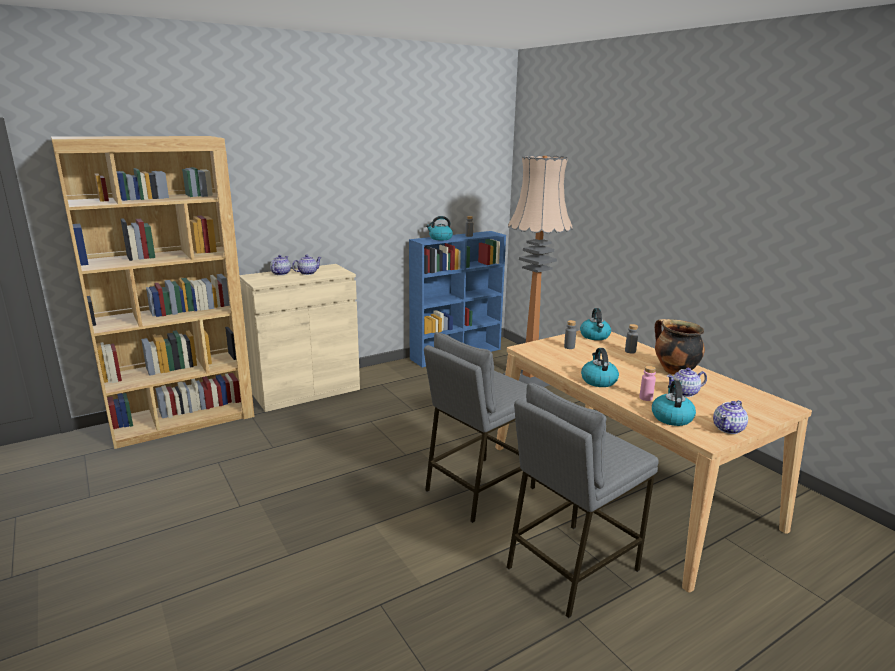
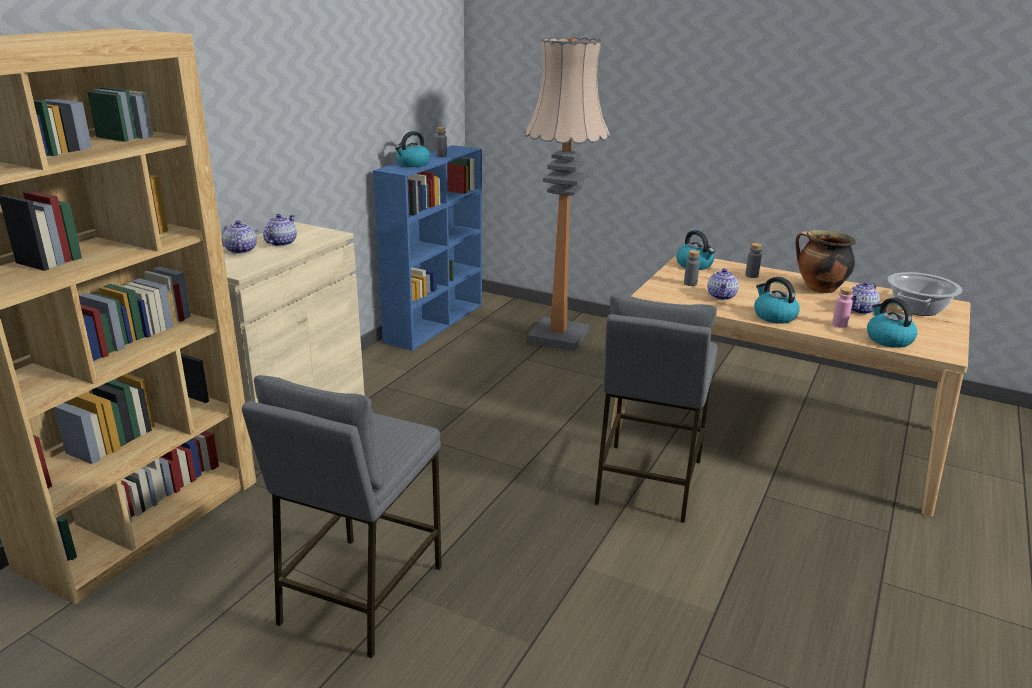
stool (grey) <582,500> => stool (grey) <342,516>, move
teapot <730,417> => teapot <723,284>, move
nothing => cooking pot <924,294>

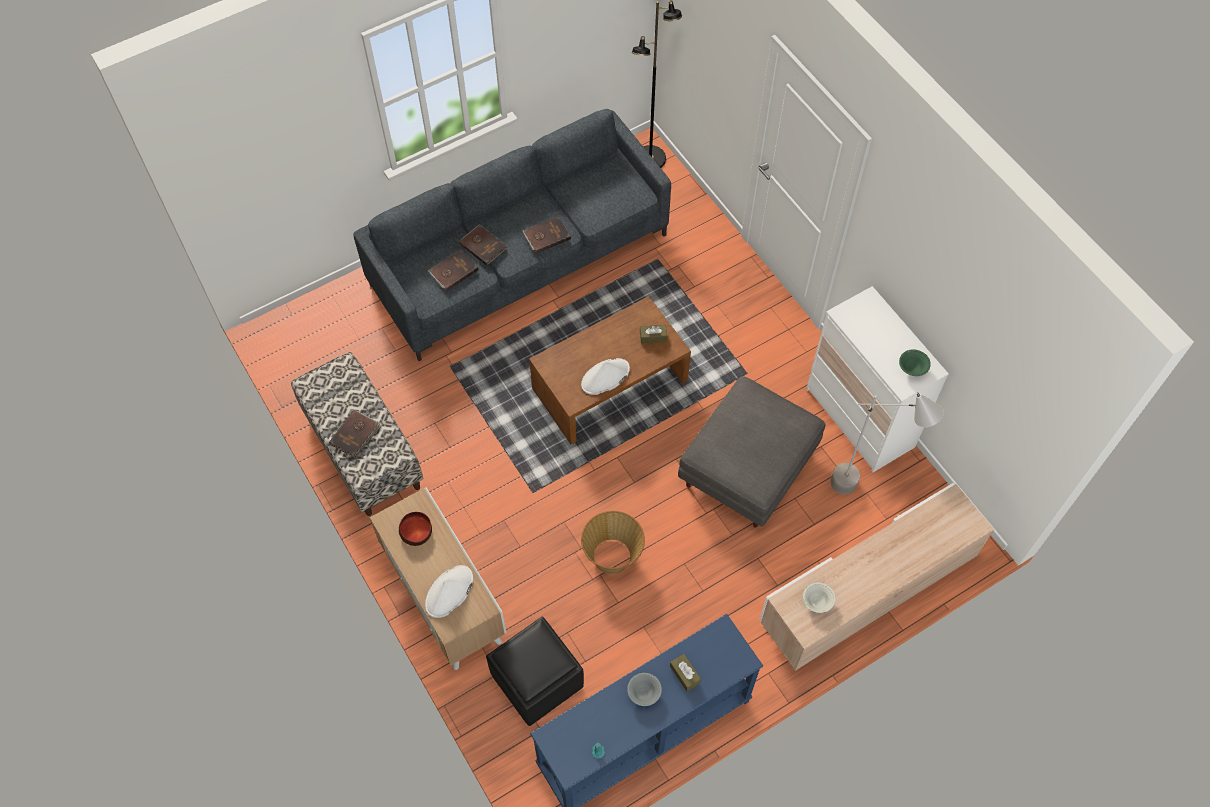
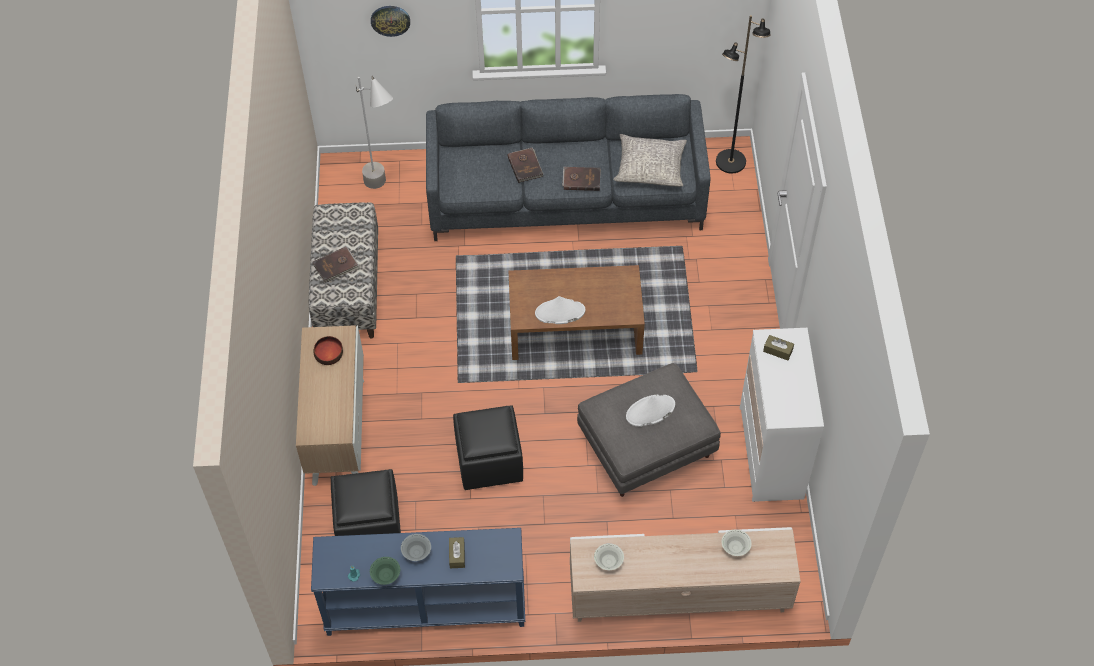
hat (white) <449,591> => hat (white) <650,411>, move
book (brown) <453,270> => nothing
basket <613,542> => ottoman (black) <488,447>
tissue box (brown) <653,334> => tissue box (brown) <778,347>, move
floor lamp (grey) <887,443> => floor lamp (grey) <374,132>, move
bowl (green) <915,363> => bowl (green) <385,571>, move
nothing => wall clock <390,21>
nothing => pillow (grey) <650,160>
nothing => bowl (white) <737,542>

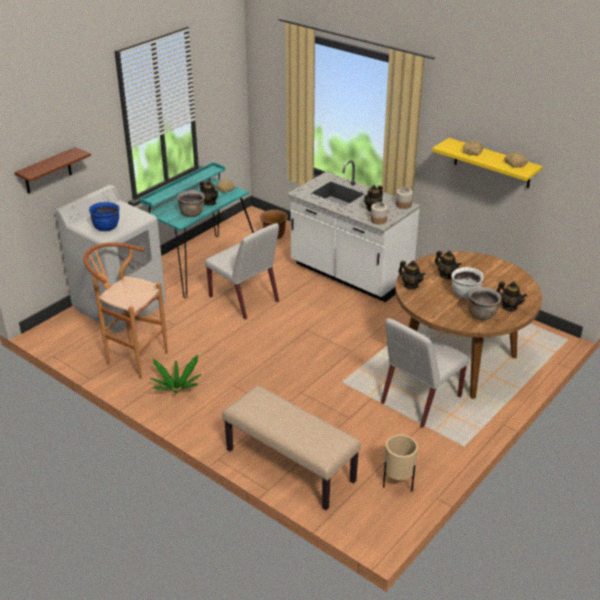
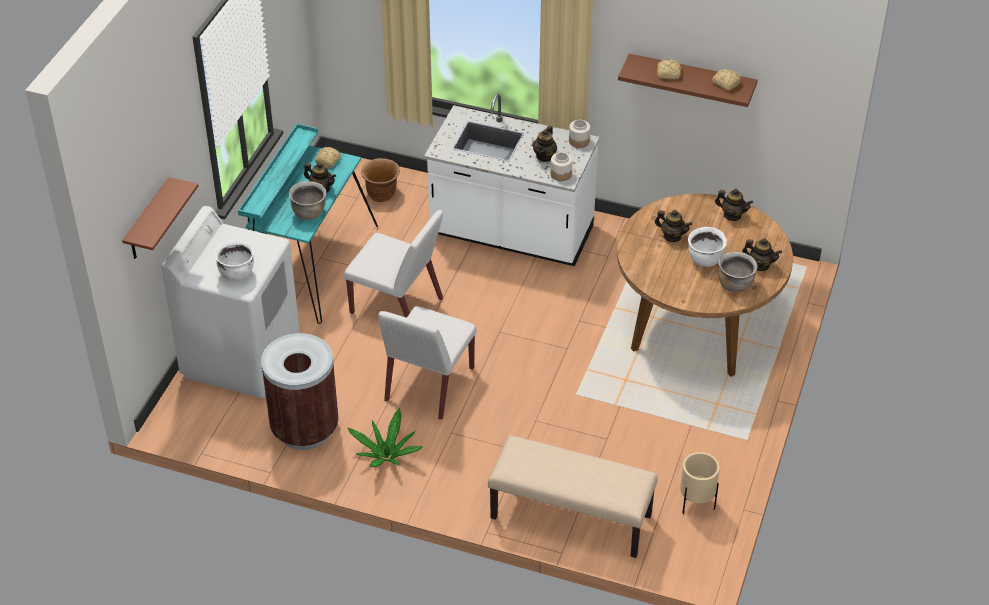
stool (brown) <126,310> => trash can (brown) <300,391>
cooking pot (blue) <104,216> => cooking pot (white) <234,260>
chair (white) <425,373> => chair (white) <427,363>, move
teapot <411,275> => teapot <734,205>, move
shelf (yellow) <487,163> => shelf (brown) <687,80>

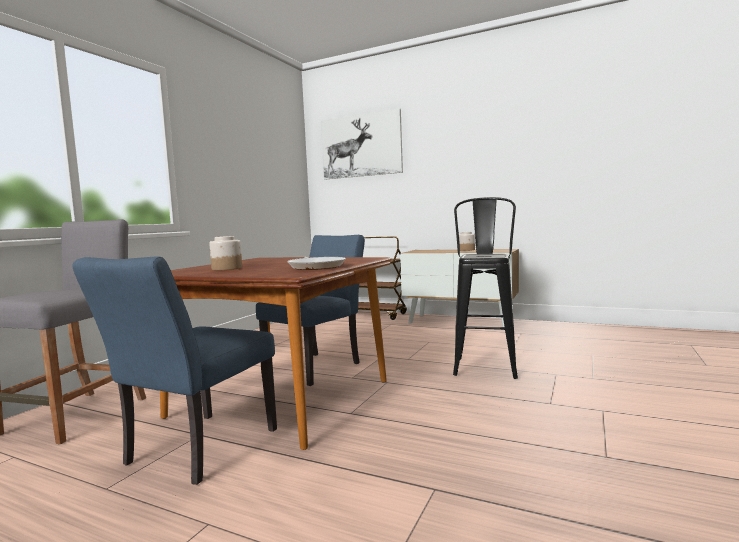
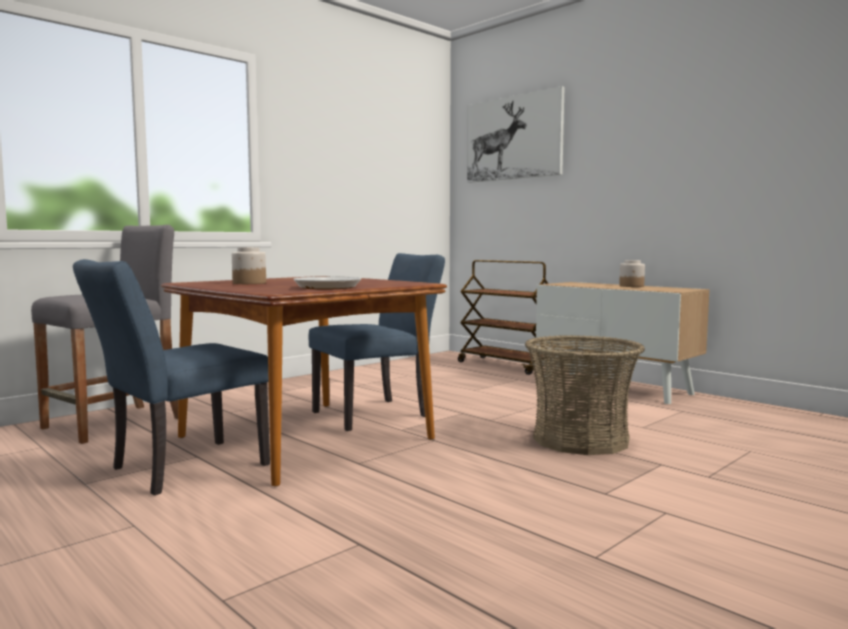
stool (black) <485,288> => basket <585,395>

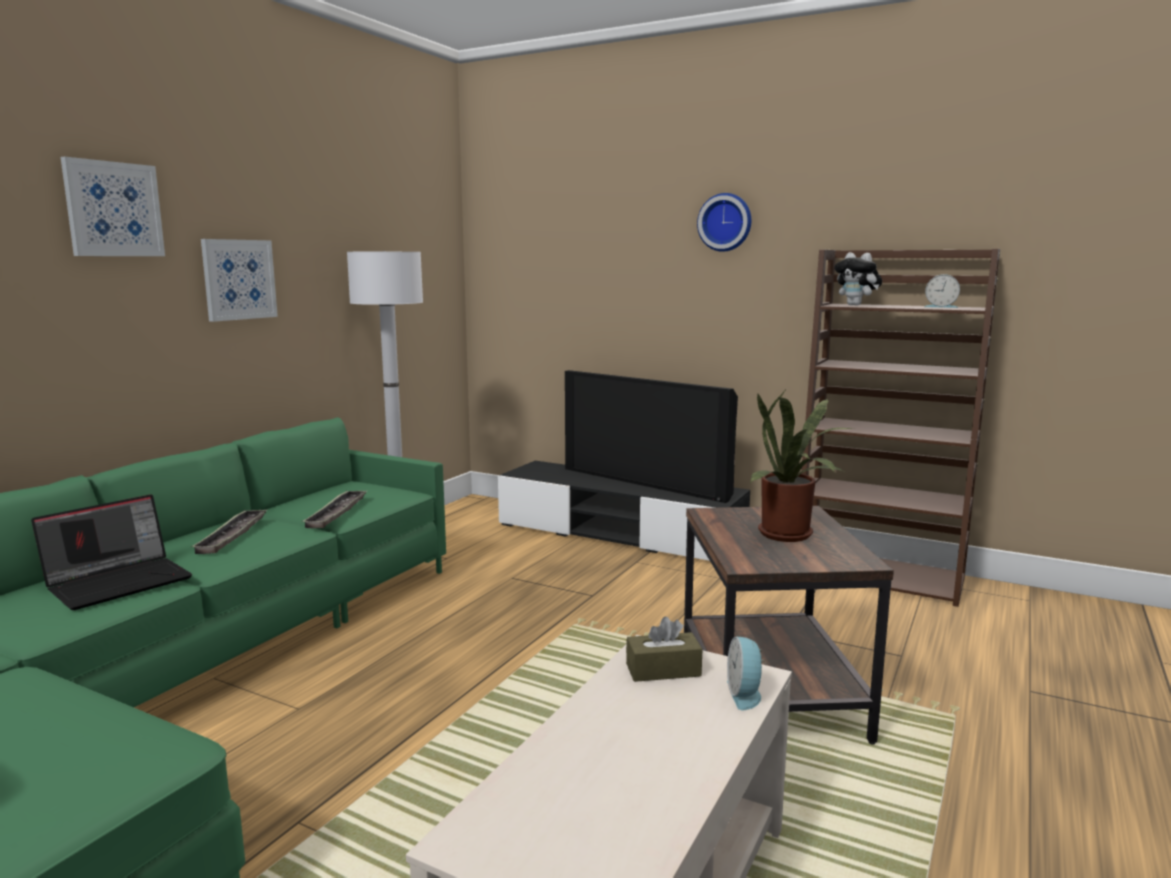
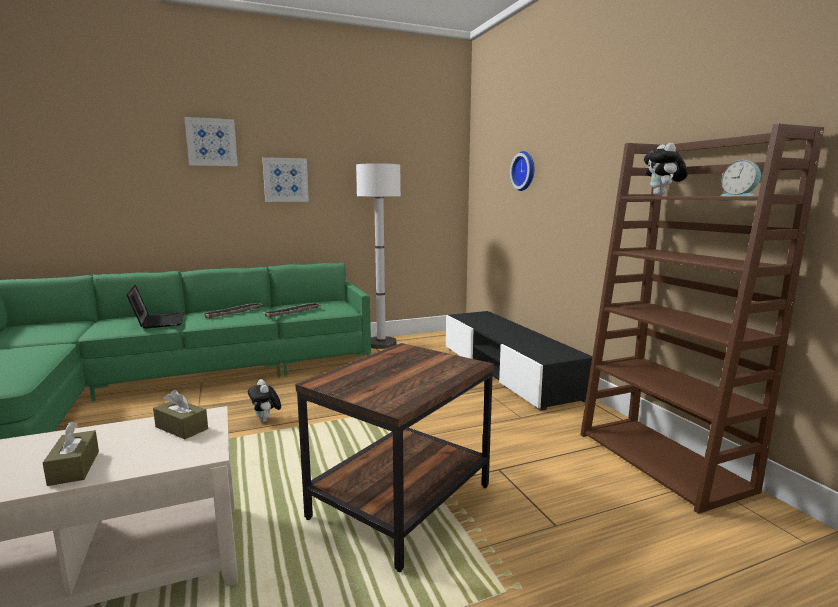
laptop <111,552> => laptop <155,307>, 105 degrees counterclockwise
television <651,436> => nothing
wall clock <724,222> => wall clock <522,171>, move
alarm clock <747,674> => nothing
potted plant <802,466> => nothing
nothing => tissue box (brown) <71,454>
nothing => plush toy <264,401>

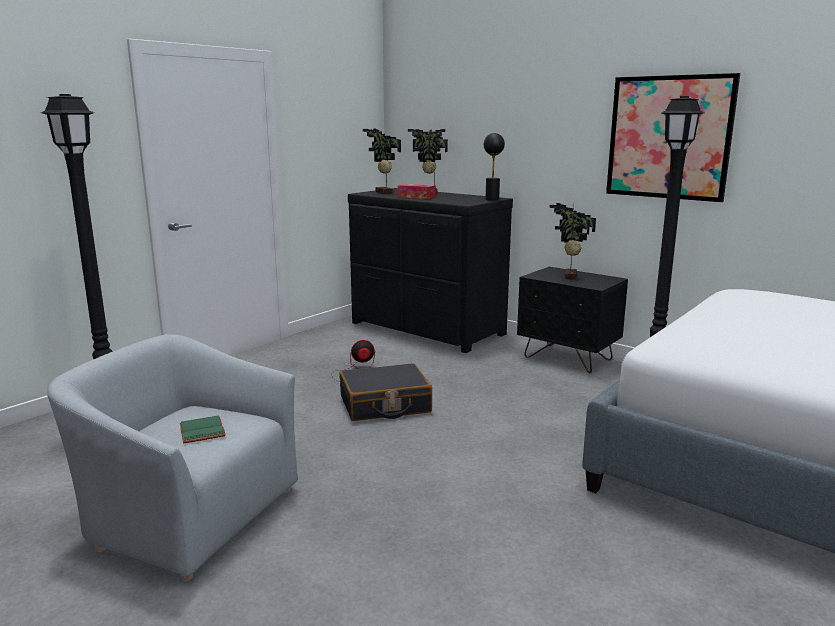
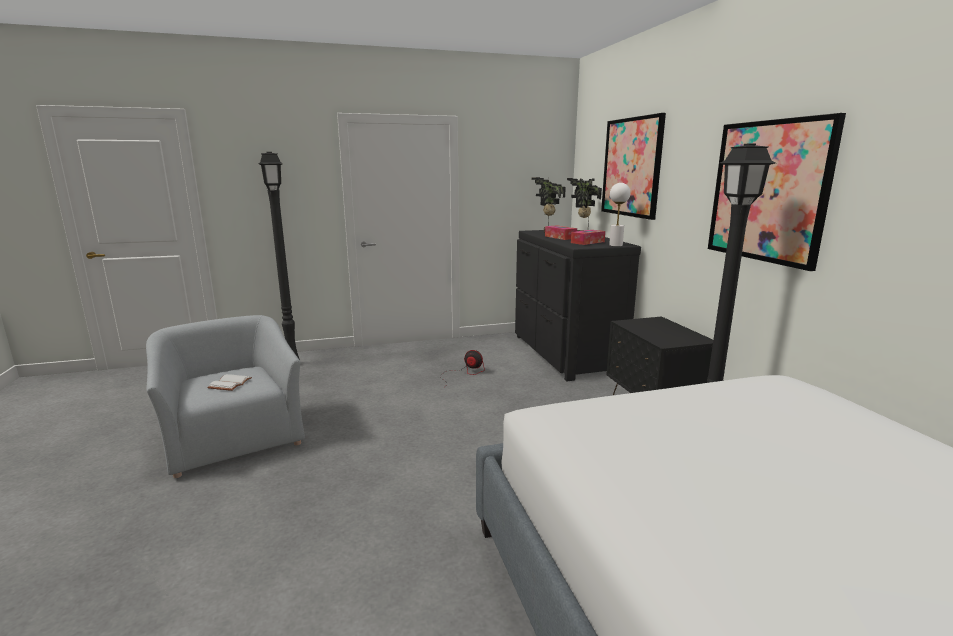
book (green) <203,429> => book (white) <229,382>
suitcase (black) <385,392> => nothing
table lamp (black) <494,167> => table lamp (white) <620,215>
potted plant <572,241> => nothing
nothing => tissue box <588,237>
nothing => picture <633,166>

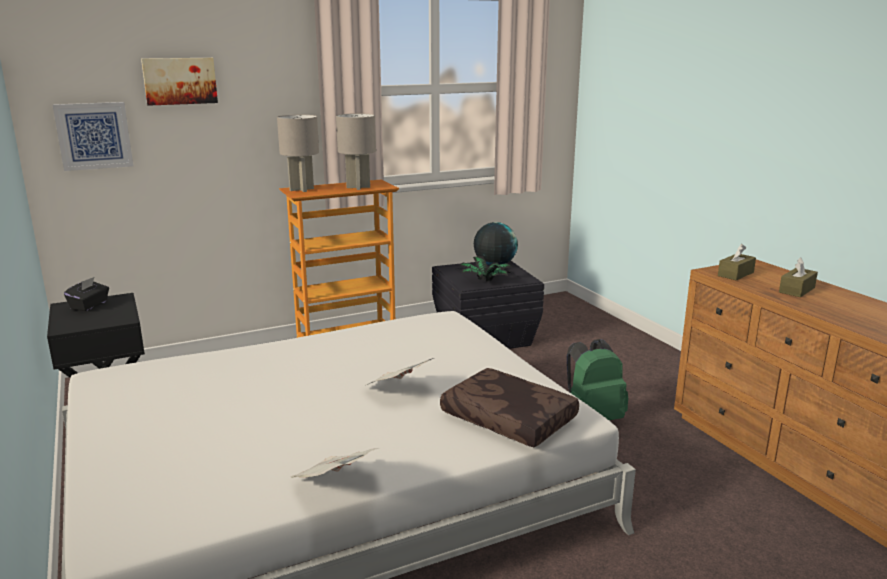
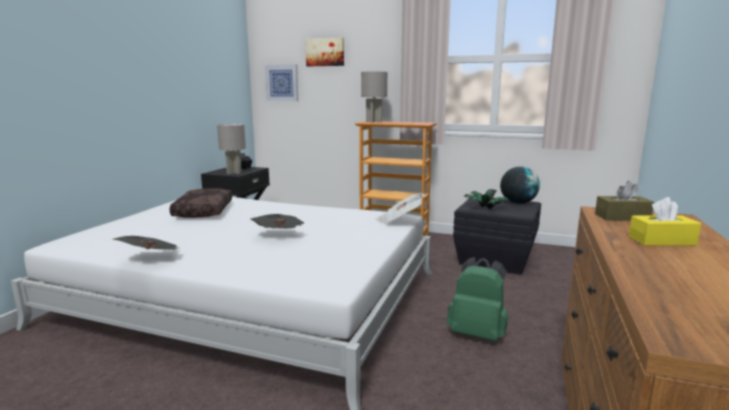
table lamp (grey) <356,151> => table lamp (grey) <231,149>, move
pillow (brown) <509,407> => pillow (brown) <201,202>, move
tissue box (brown) <798,277> => tissue box (yellow) <665,221>
nothing => newspaper <400,208>

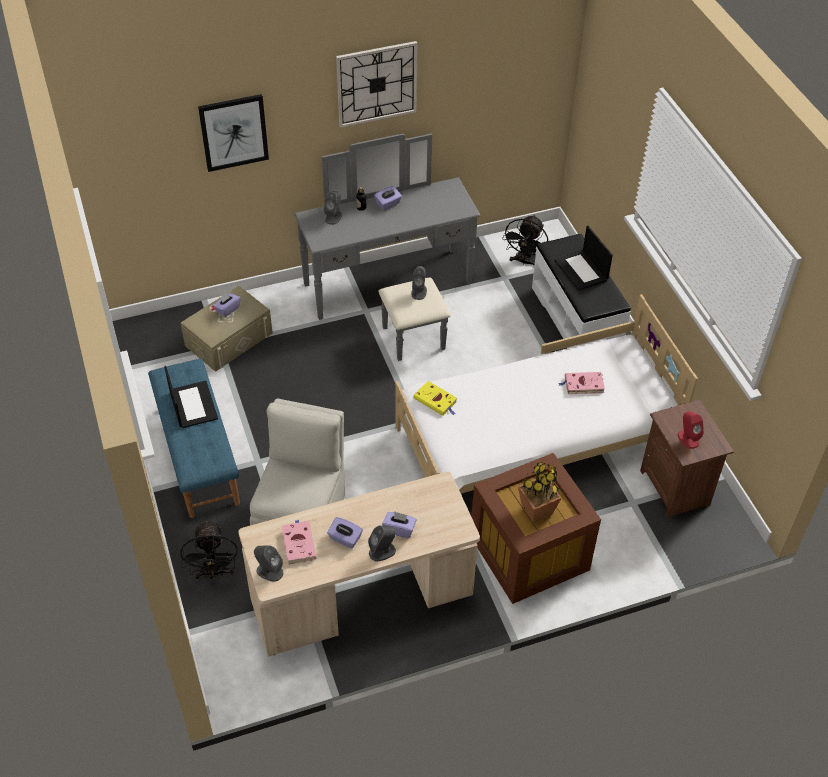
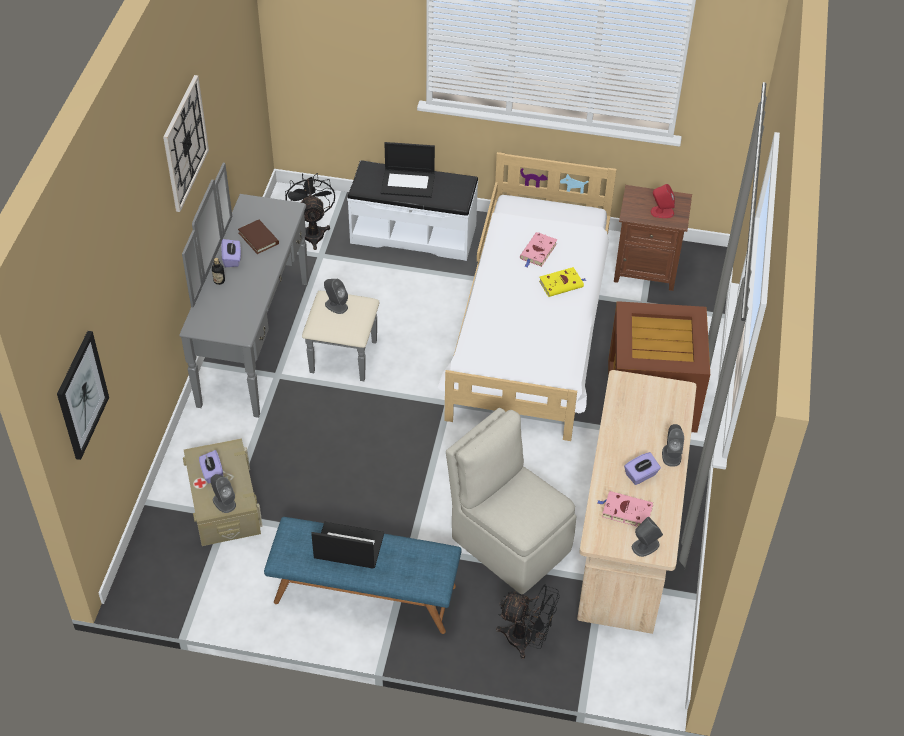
picture <233,133> => picture <83,395>, move
speaker (grey) <333,208> => speaker (grey) <223,493>, move
tissue box (purple) <399,524> => nothing
book (yellow) <435,398> => book (yellow) <562,282>, move
fan (black) <525,240> => fan (black) <310,211>, 150 degrees counterclockwise
potted plant <540,492> => nothing
nothing => book (brown) <258,237>

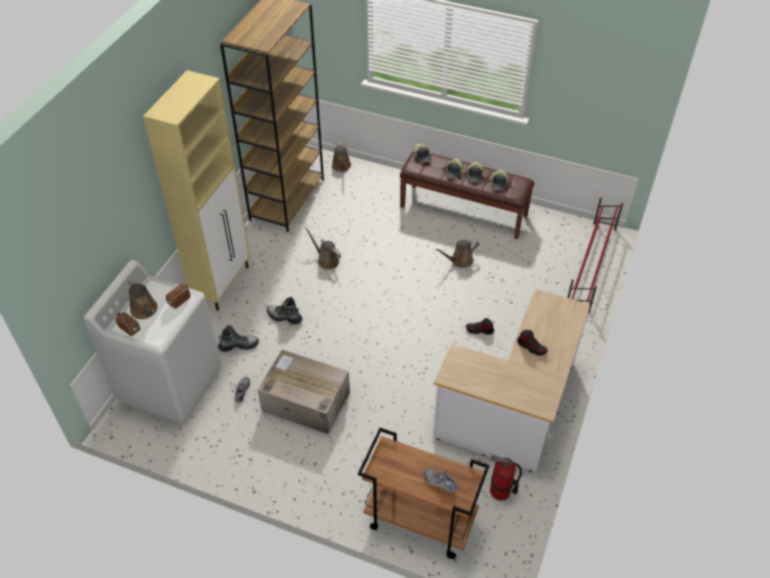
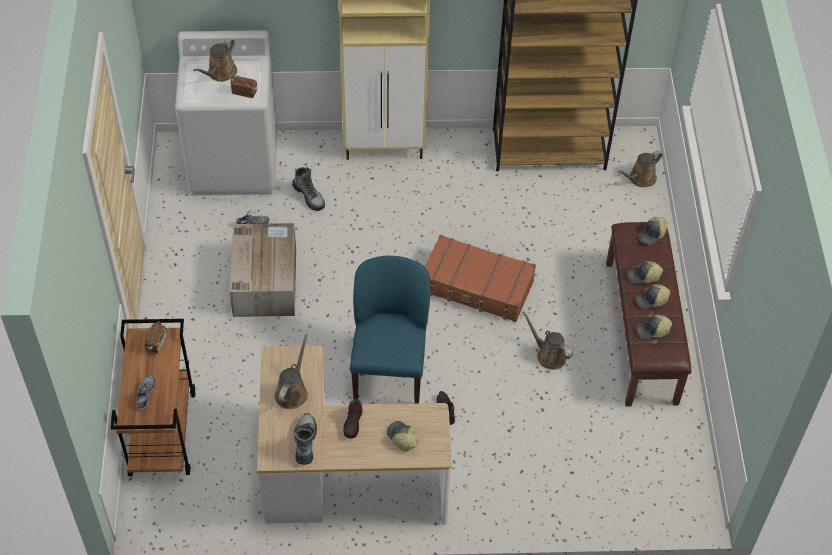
radio <128,324> => radio <155,337>, move
boot <285,310> => boot <305,439>, move
watering can (brown) <323,248> => watering can (brown) <291,372>, move
fire extinguisher <506,478> => nothing
shoe rack (red) <595,255> => nothing
nothing => chair (blue) <390,329>
nothing => cap <403,436>
nothing => suitcase (brown) <480,278>

